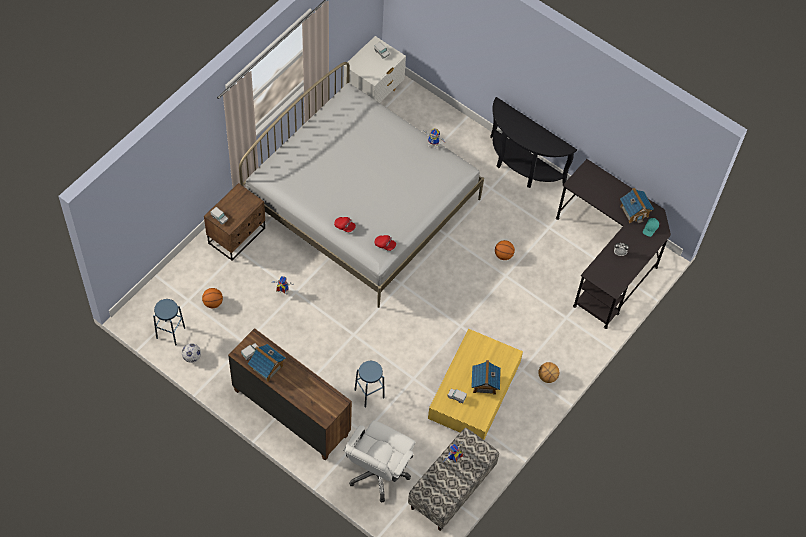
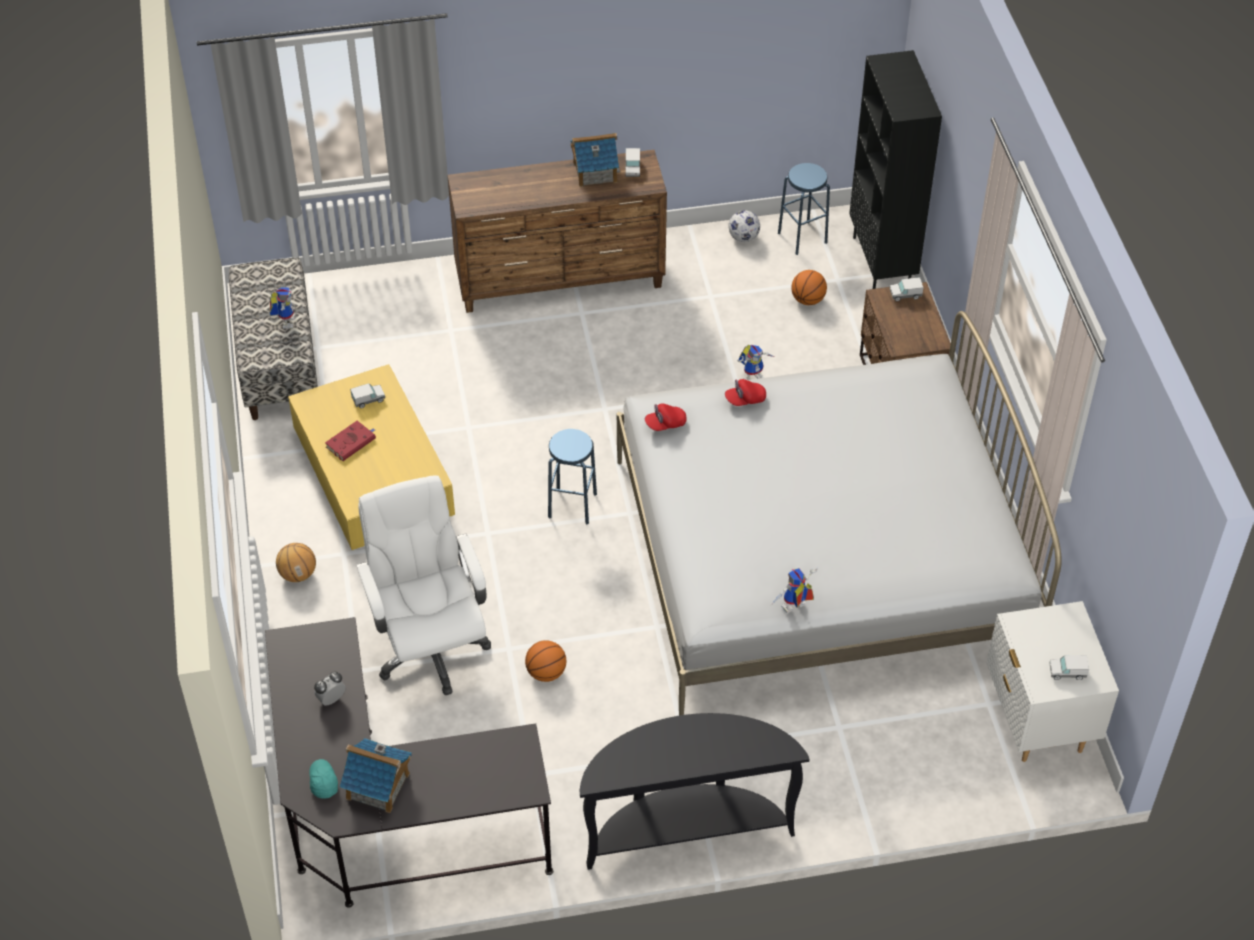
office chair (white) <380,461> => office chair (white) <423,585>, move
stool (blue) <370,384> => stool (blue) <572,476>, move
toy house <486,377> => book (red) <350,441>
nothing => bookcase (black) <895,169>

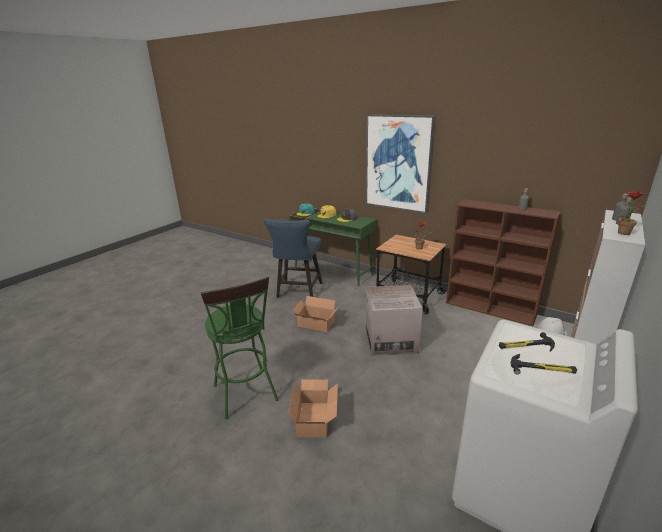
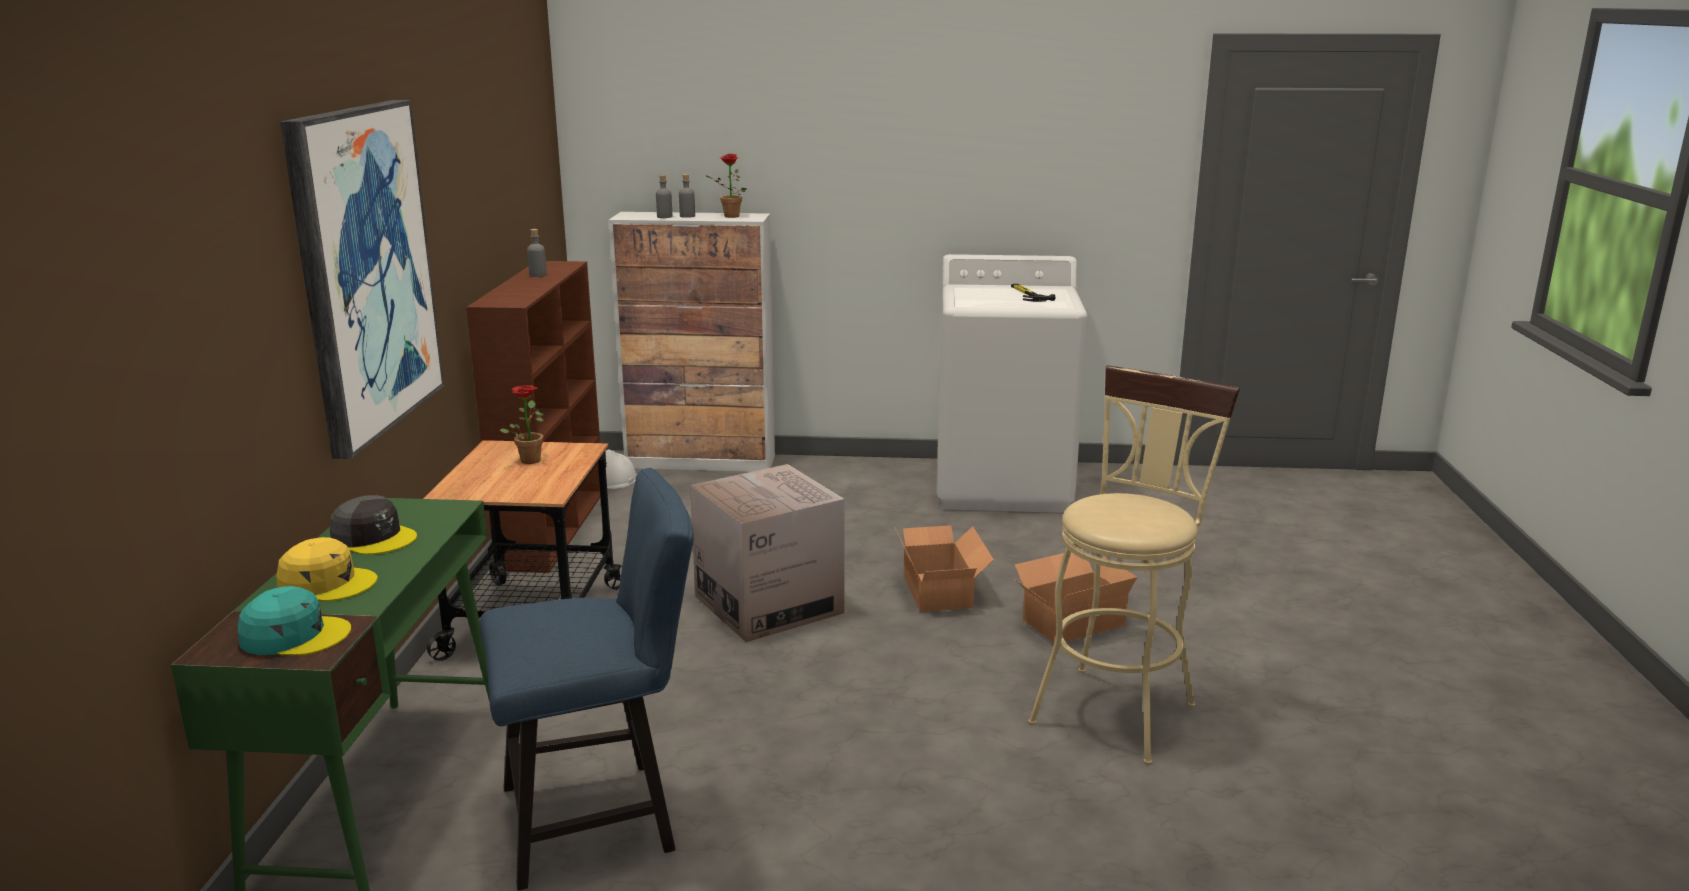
stool (green) <240,348> => stool (beige) <1134,565>
cardboard box <315,314> => cardboard box <944,568>, move
hammer <527,342> => nothing

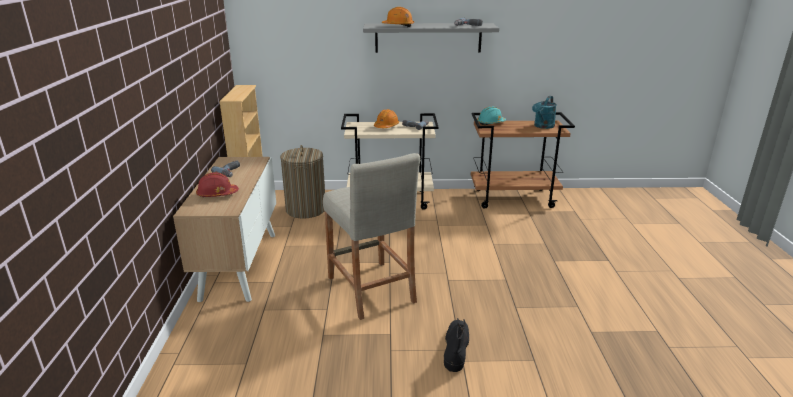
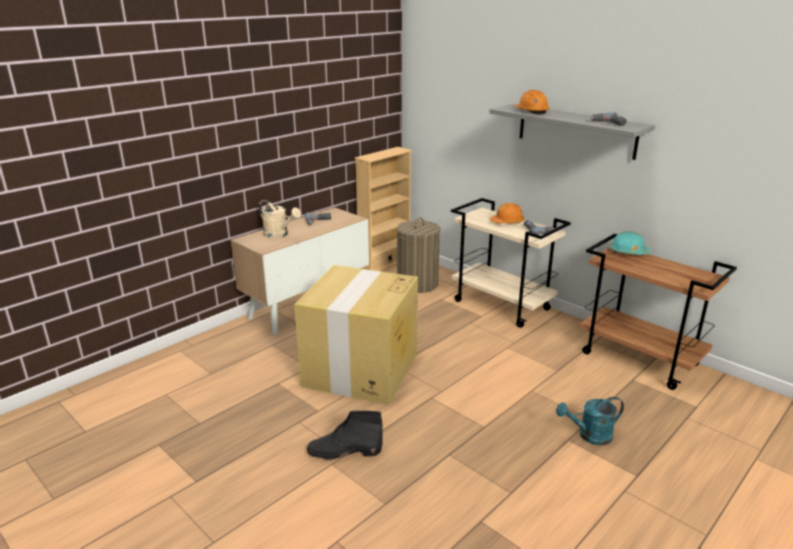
hard hat (red) <217,184> => watering can (beige) <280,219>
stool (beige) <371,236> => cardboard box <356,335>
boot (black) <456,345> => boot (black) <345,435>, 150 degrees counterclockwise
watering can (turquoise) <544,112> => watering can (turquoise) <590,421>, move

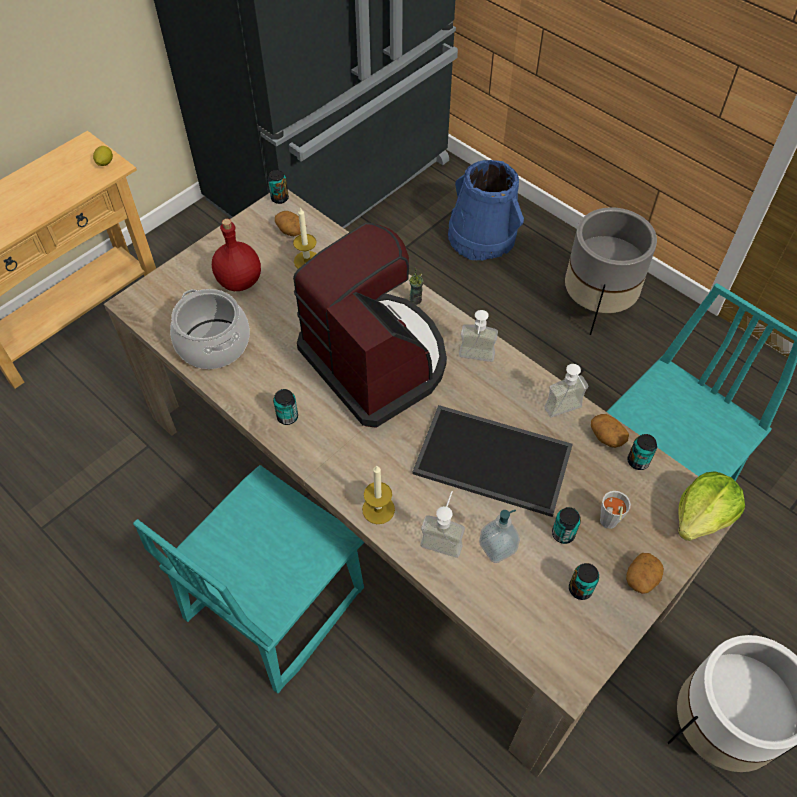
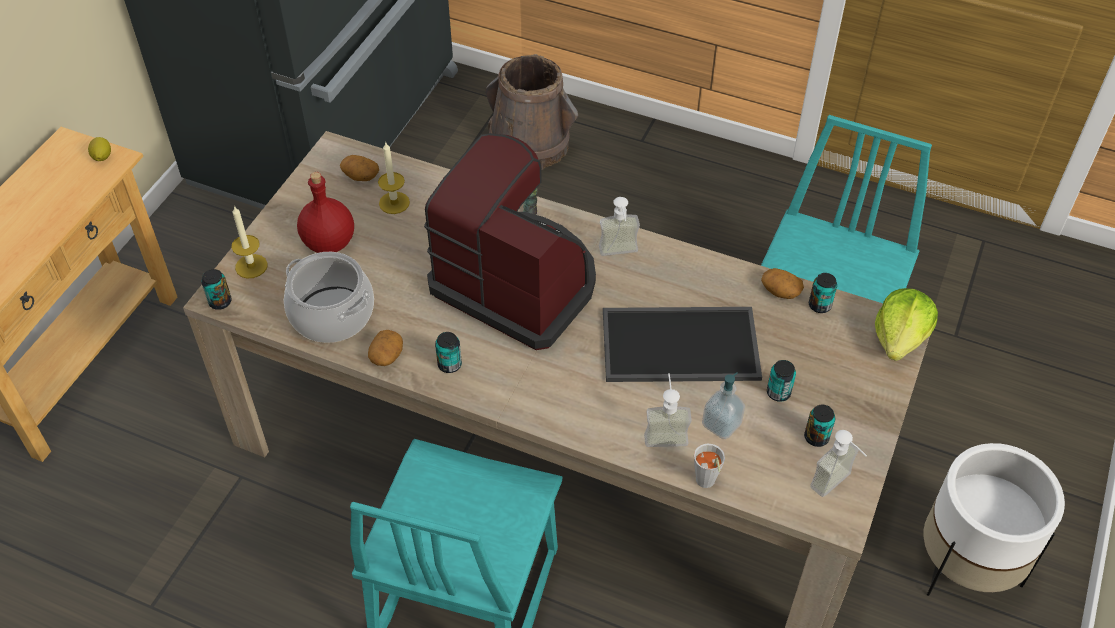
can <278,187> => can <216,289>, move
candle <378,495> => candle <249,242>, move
bucket (blue) <486,210> => bucket (brown) <532,112>
soap dispenser <566,390> => soap dispenser <838,463>, move
planter (grey) <611,271> => nothing
cup (grey) <615,510> => cup (grey) <709,466>, move
potato <645,573> => potato <385,348>, move

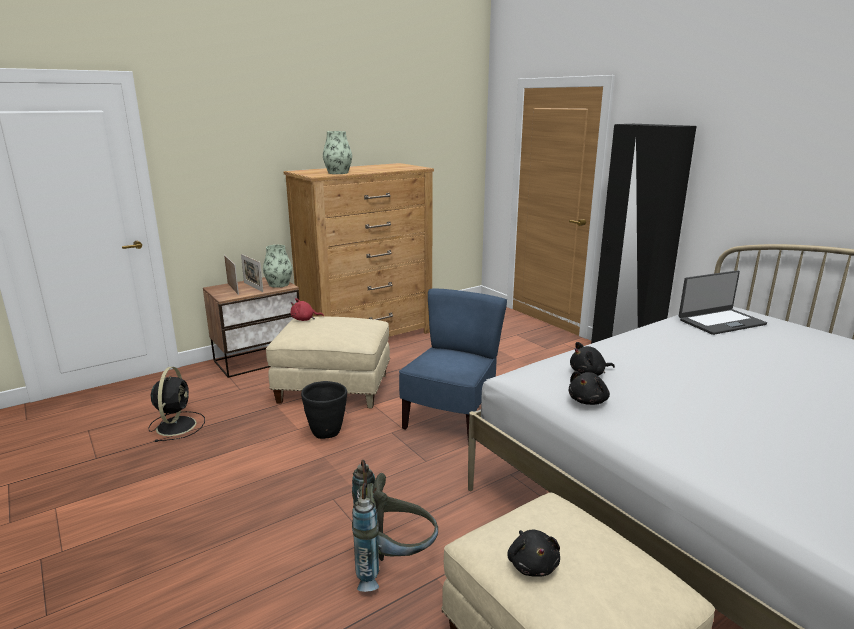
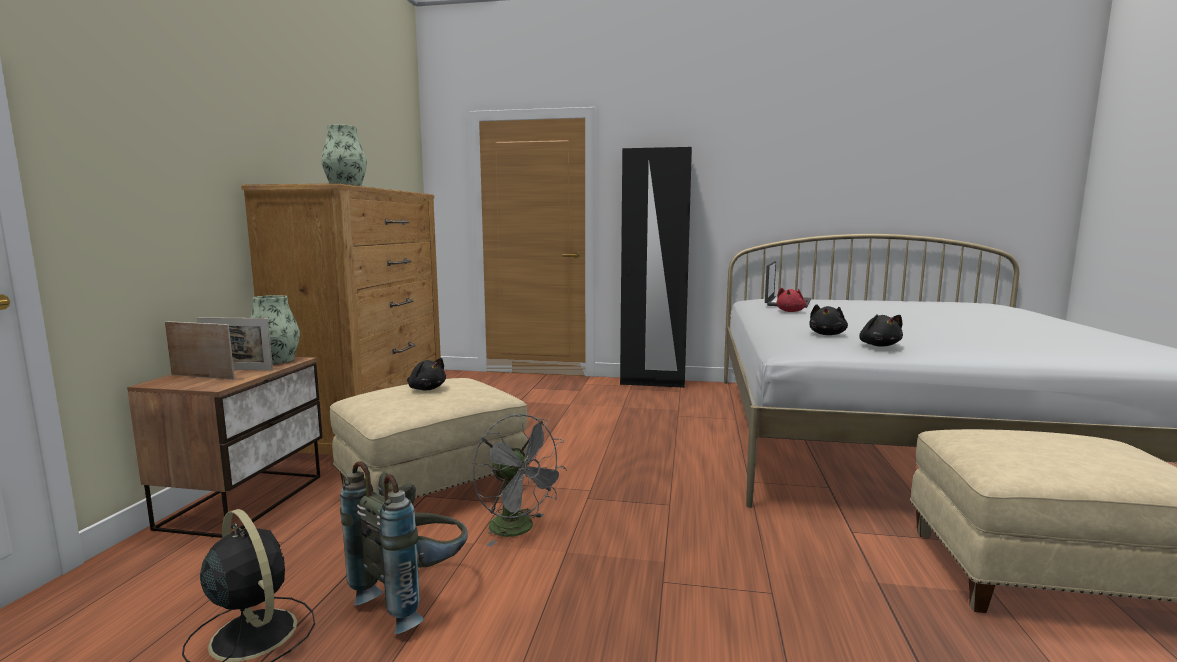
plush toy (red) <307,309> => plush toy (red) <791,300>, move
planter (black) <324,410> => fan (grey) <520,480>
backpack (grey) <395,526> => backpack (grey) <404,547>, move
chair (blue) <453,365> => nothing
plush toy (black) <533,553> => plush toy (black) <426,374>, move

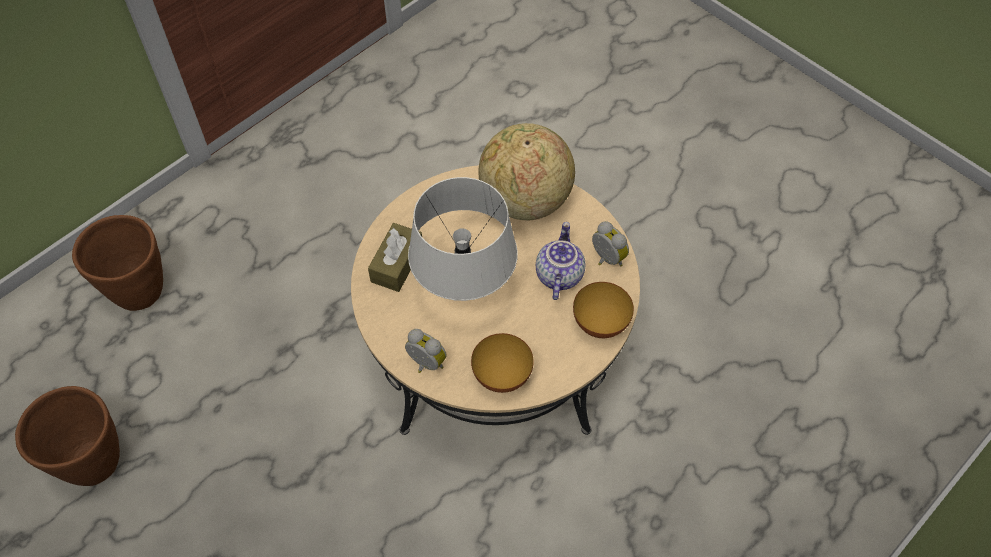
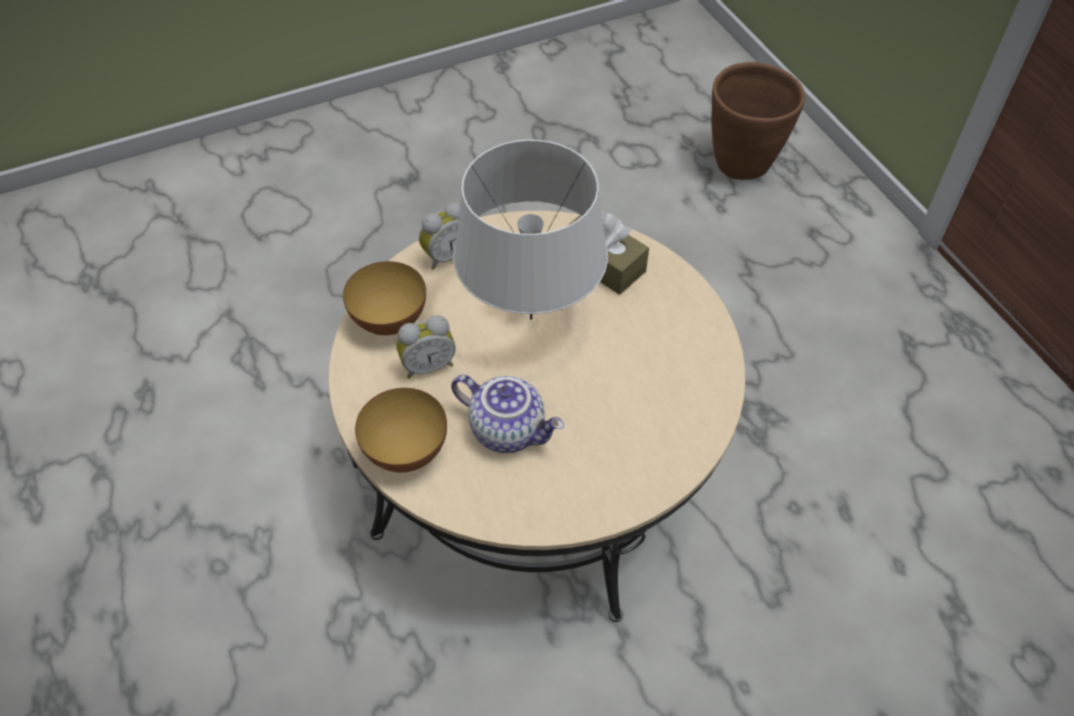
planter (brown) <67,436> => nothing
globe <526,171> => nothing
alarm clock <610,244> => alarm clock <426,347>, move

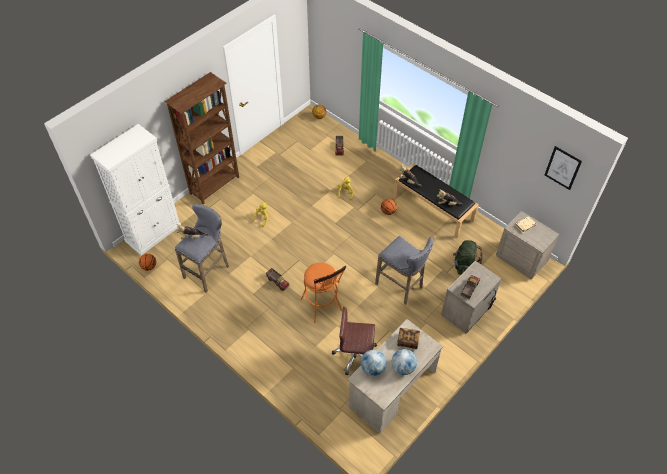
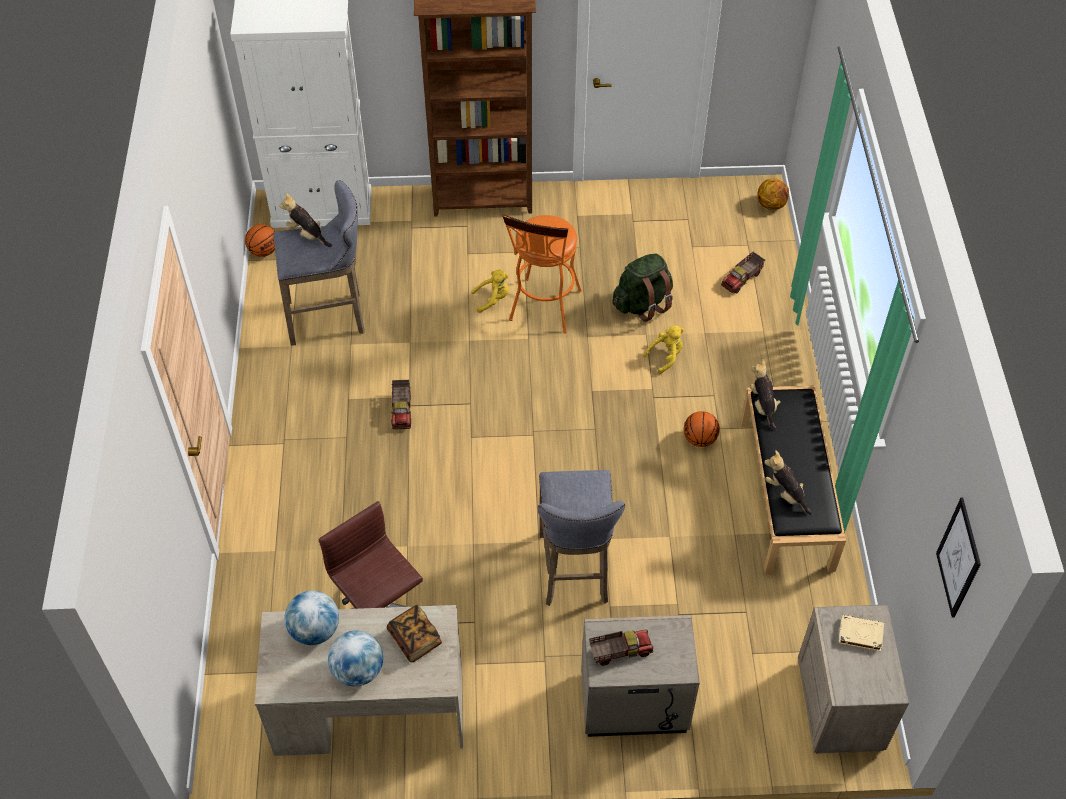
stool (orange) <323,293> => stool (orange) <542,274>, move
backpack (green) <467,257> => backpack (green) <642,287>, move

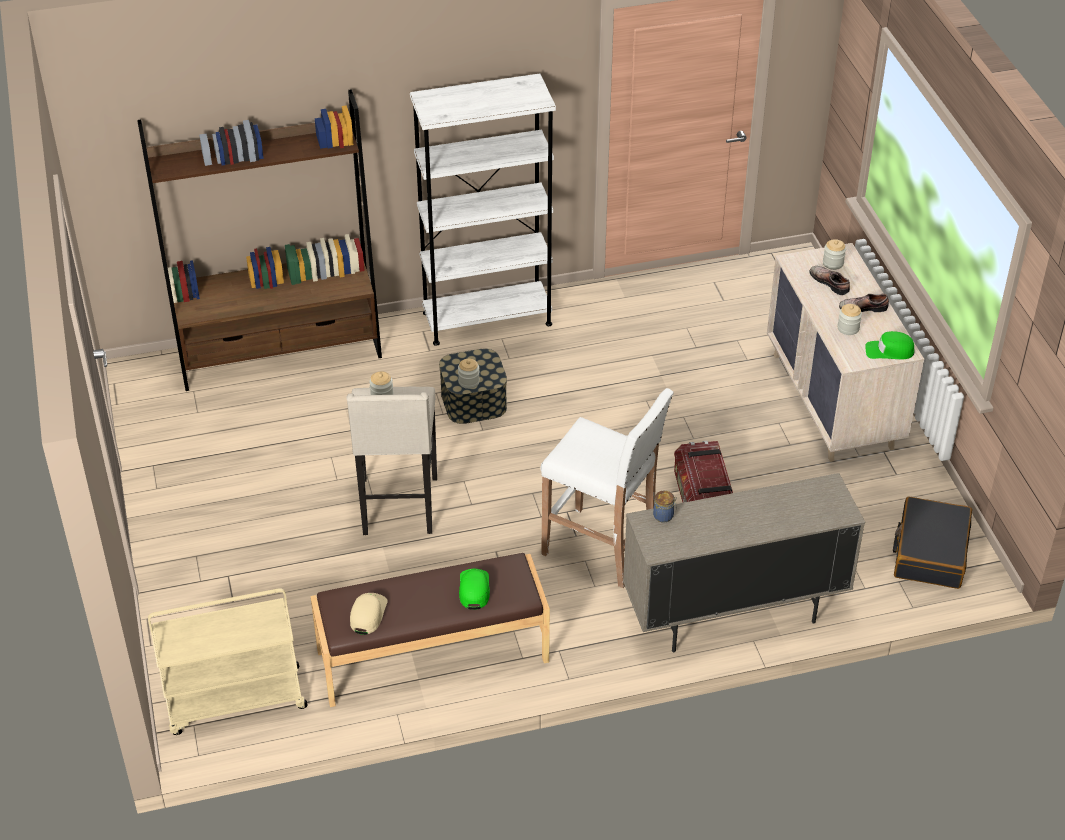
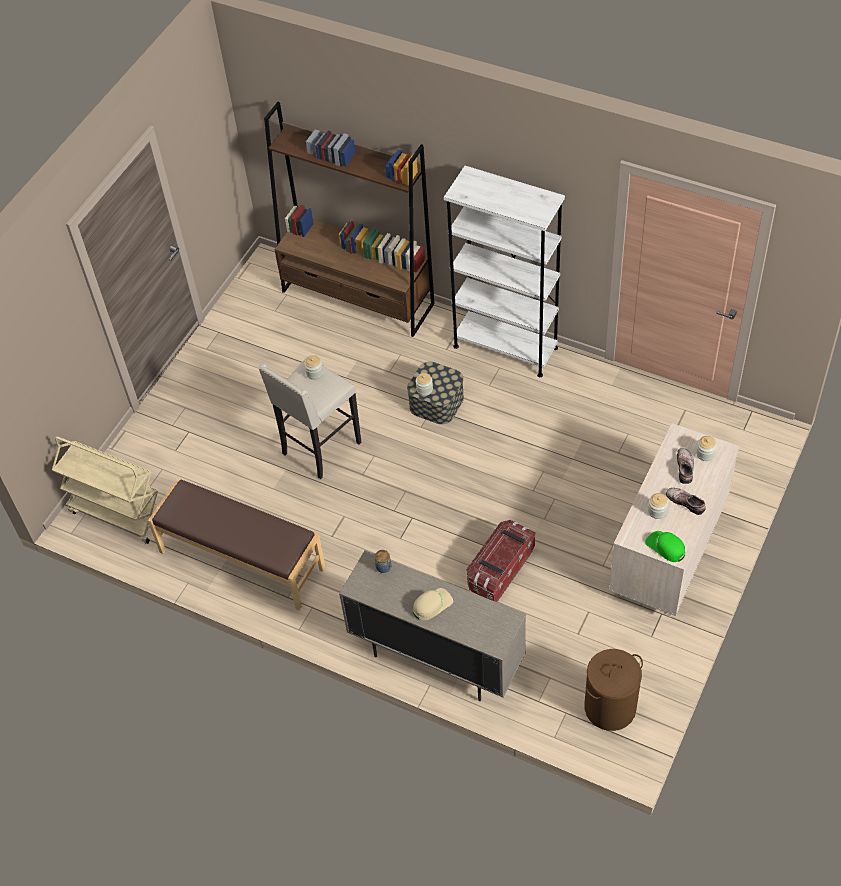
cap (beige) <369,614> => cap (beige) <433,604>, move
cap (green) <474,589> => nothing
stool (white) <607,488> => nothing
suitcase (black) <932,543> => laundry basket (brown) <613,690>

